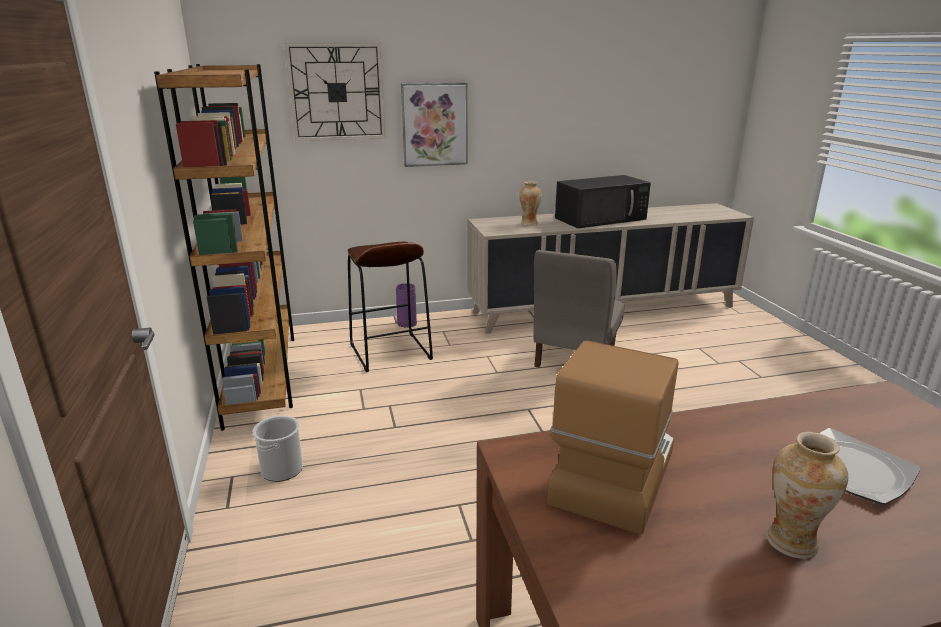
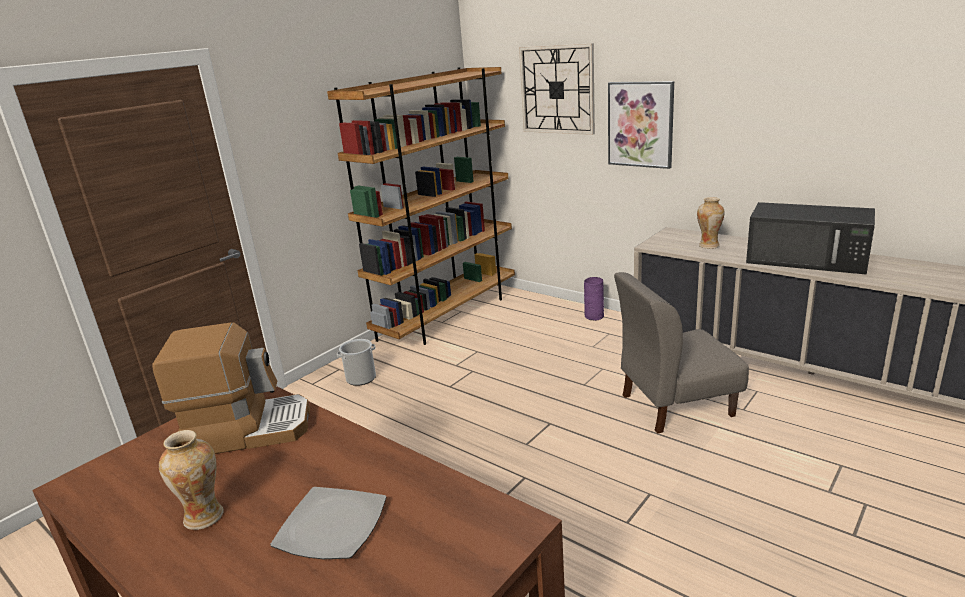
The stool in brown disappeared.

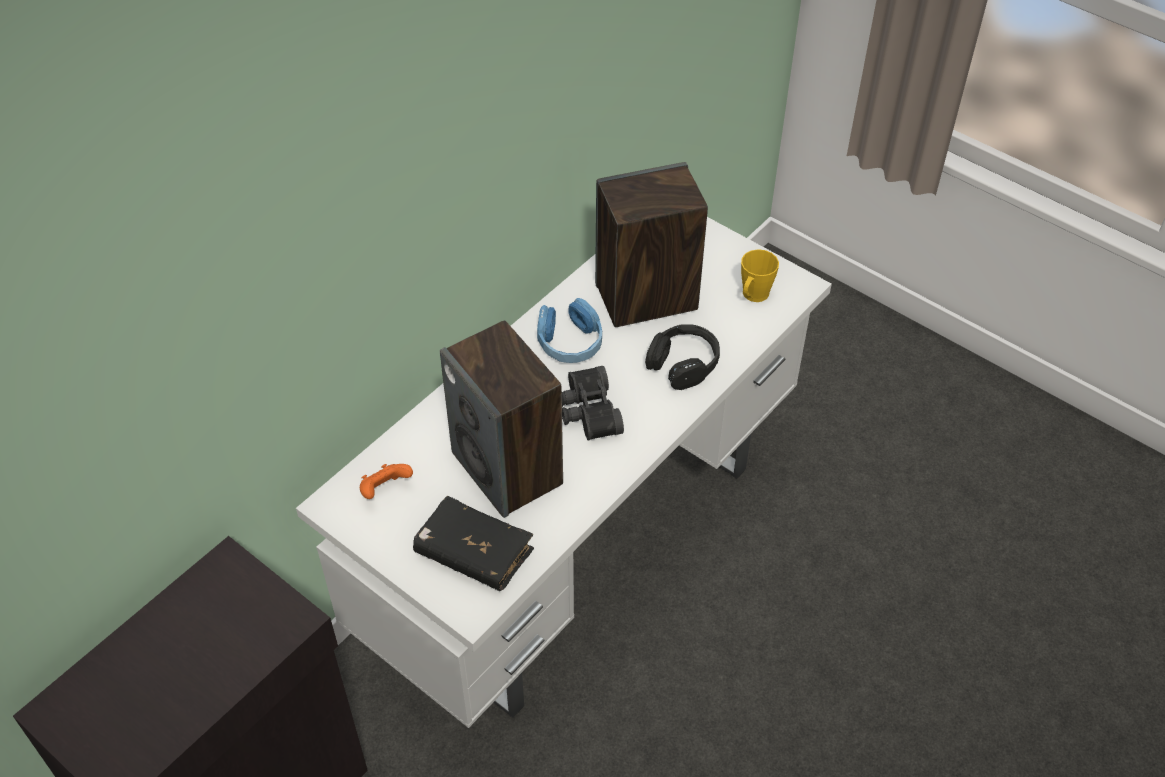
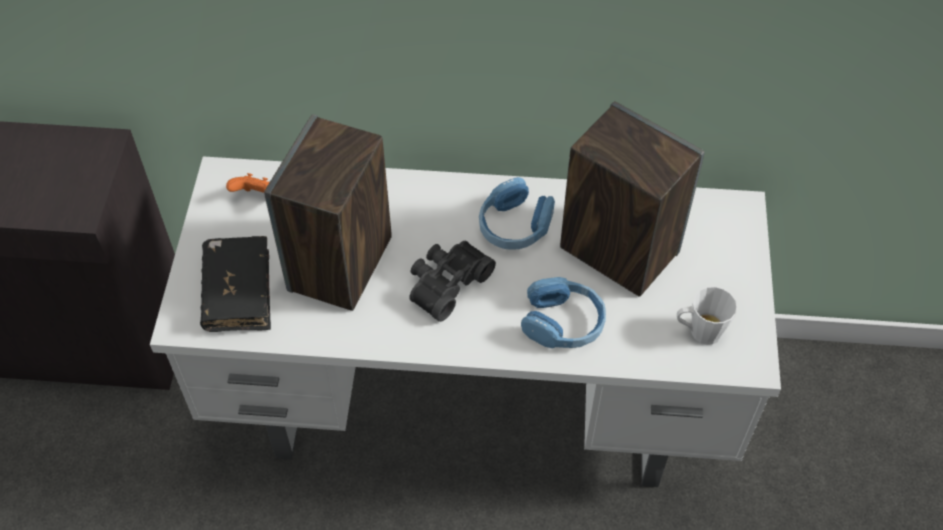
The headphones in black became the headphones in blue (2nd from left).
The mug in yellow became the mug in white.

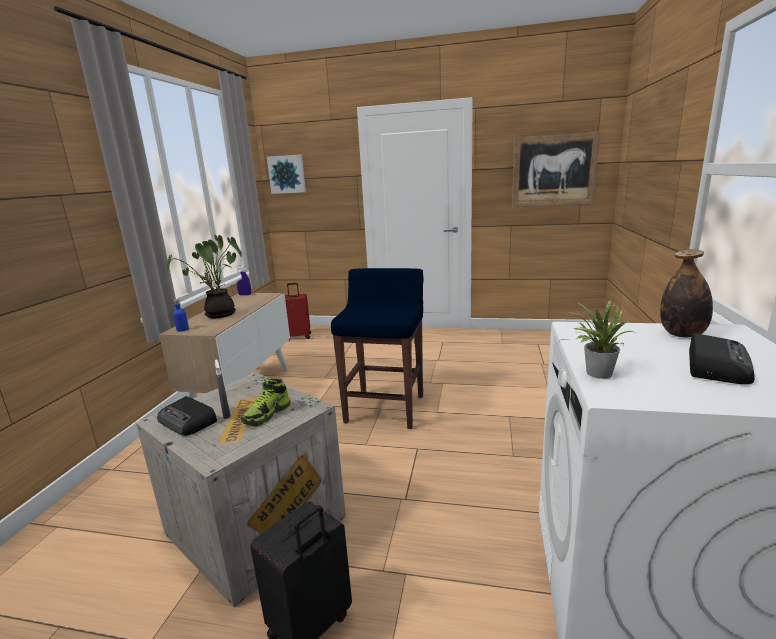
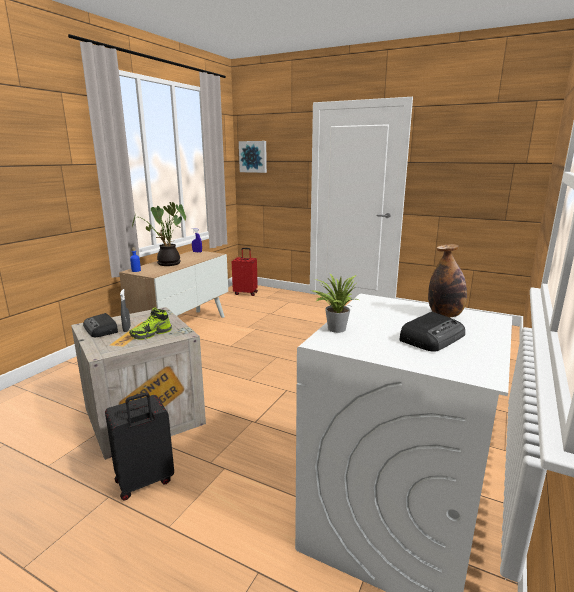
The stool in blue disappeared.
The picture (2nd from left) disappeared.

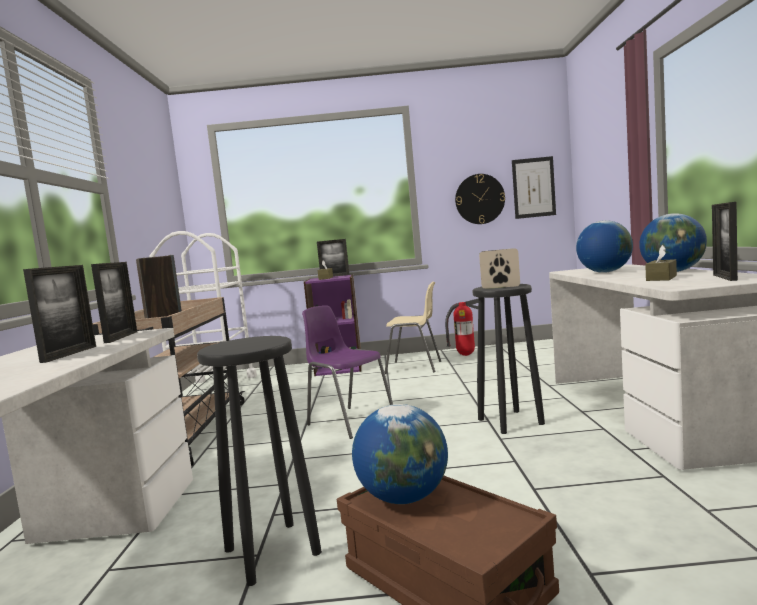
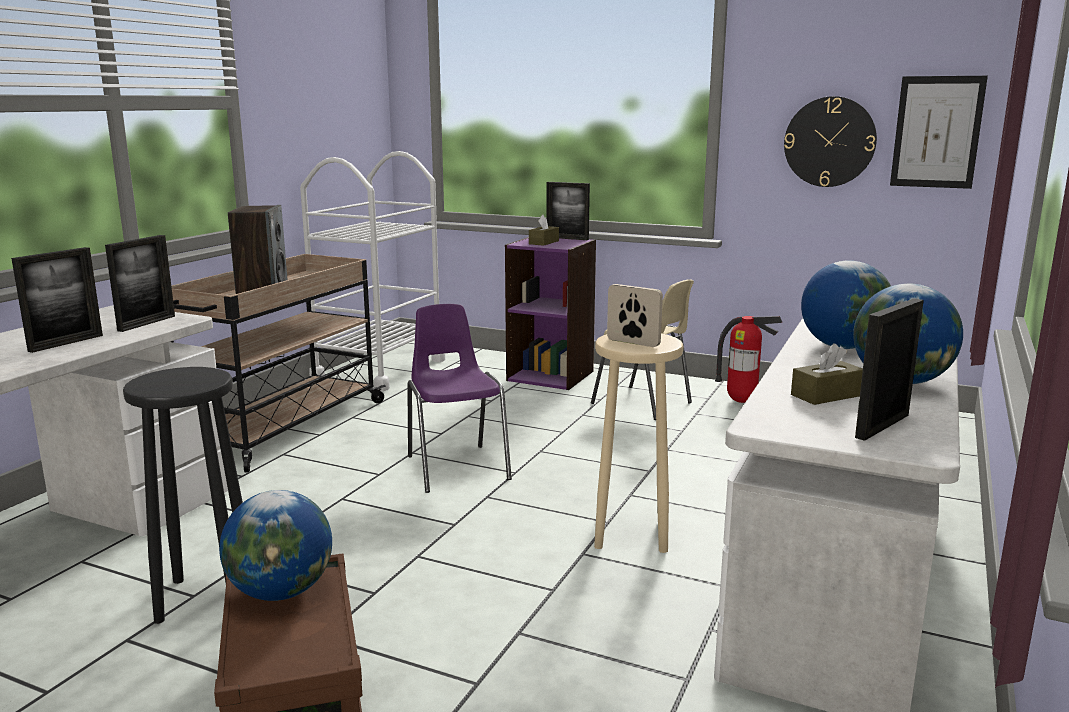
The stool in black (2nd from left) became the stool in beige.

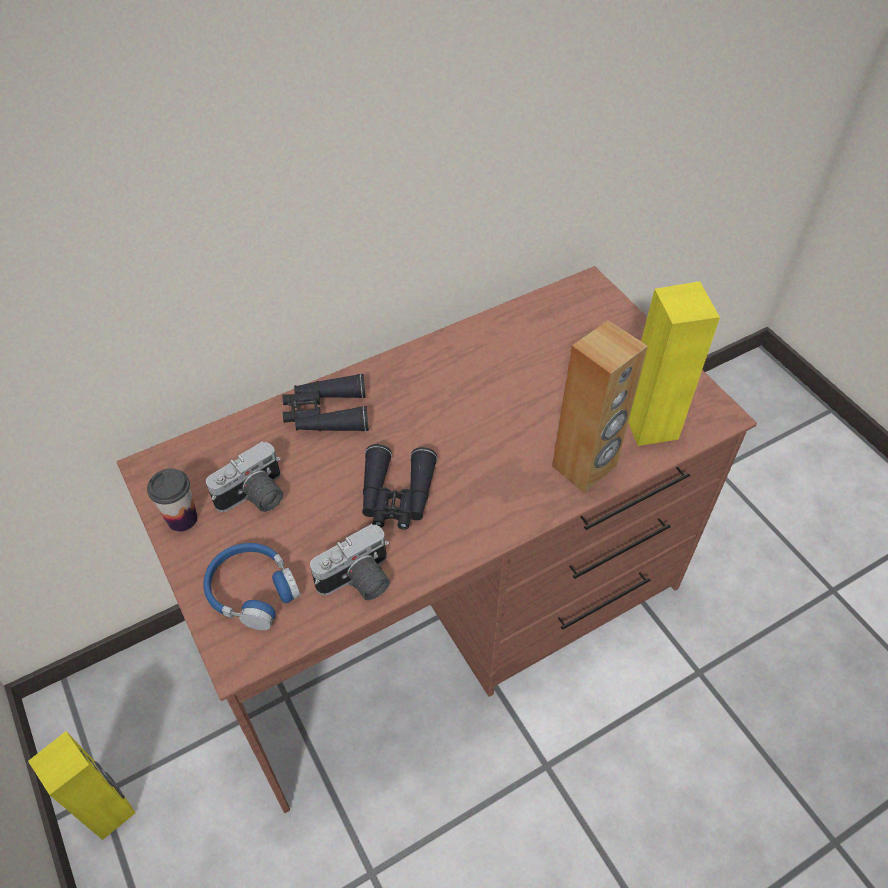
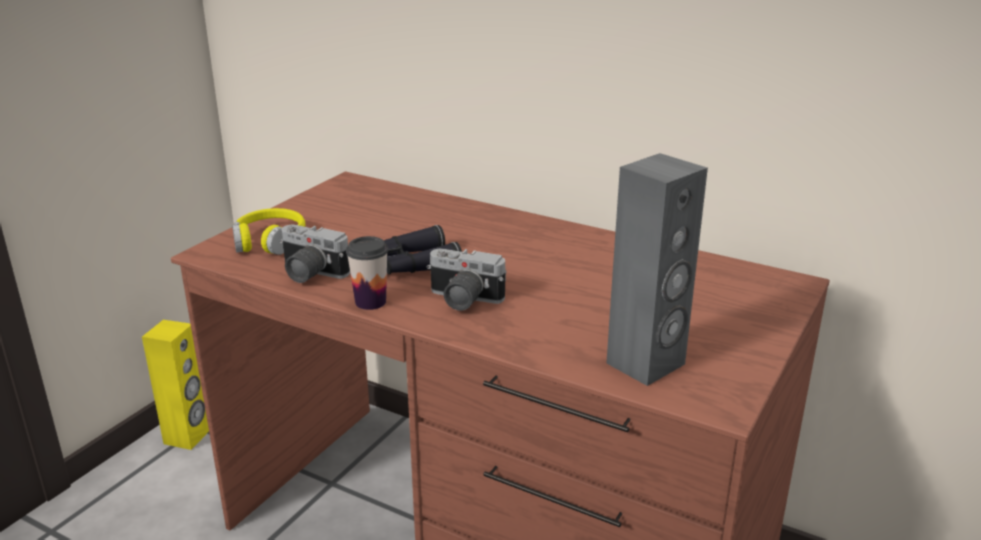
The headphones in blue became the headphones in yellow.
The cup moved.
The photo camera (1st from left in the first image) moved.
The speaker in yellow (2nd from left) became the speaker in grey.
The binoculars in black (1st from left) disappeared.
The speaker in brown disappeared.

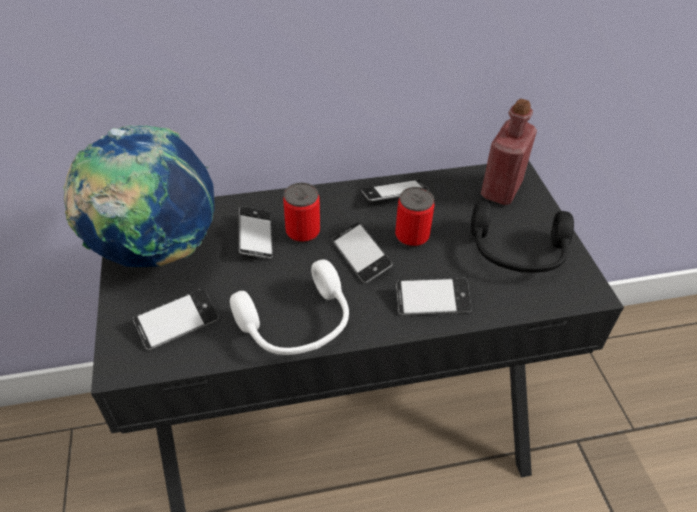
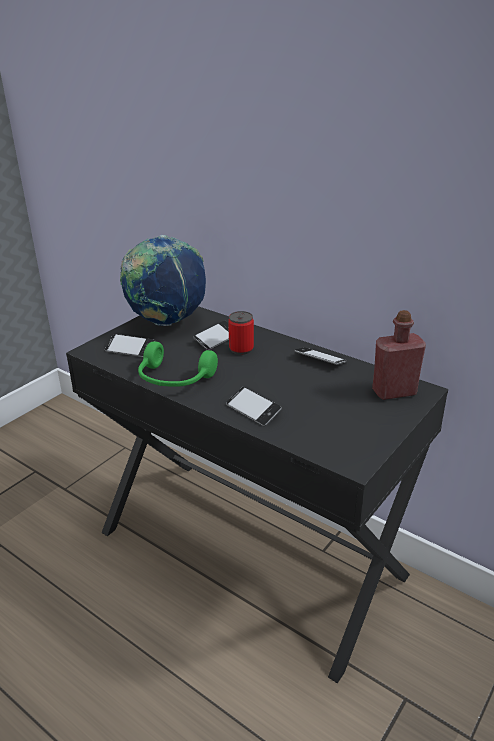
The headphones in white became the headphones in green.
The phone (3rd from left) disappeared.
The can (2nd from left) disappeared.
The headphones in black disappeared.

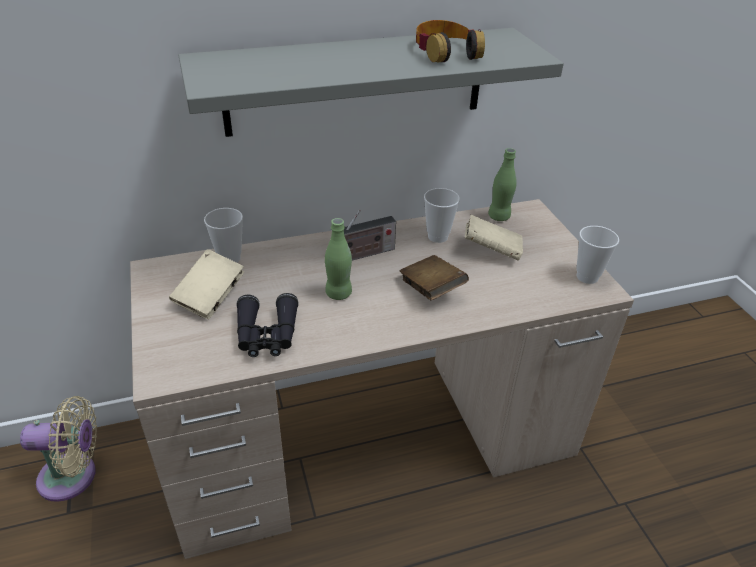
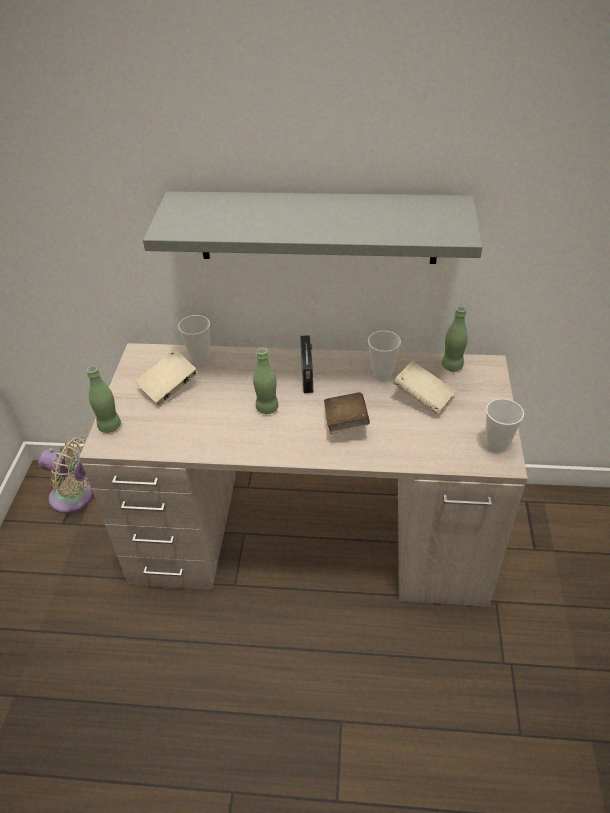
The bottle in green (1st from left) appeared.
The radio turned 90 degrees counterclockwise.
The binoculars in black disappeared.
The headphones disappeared.

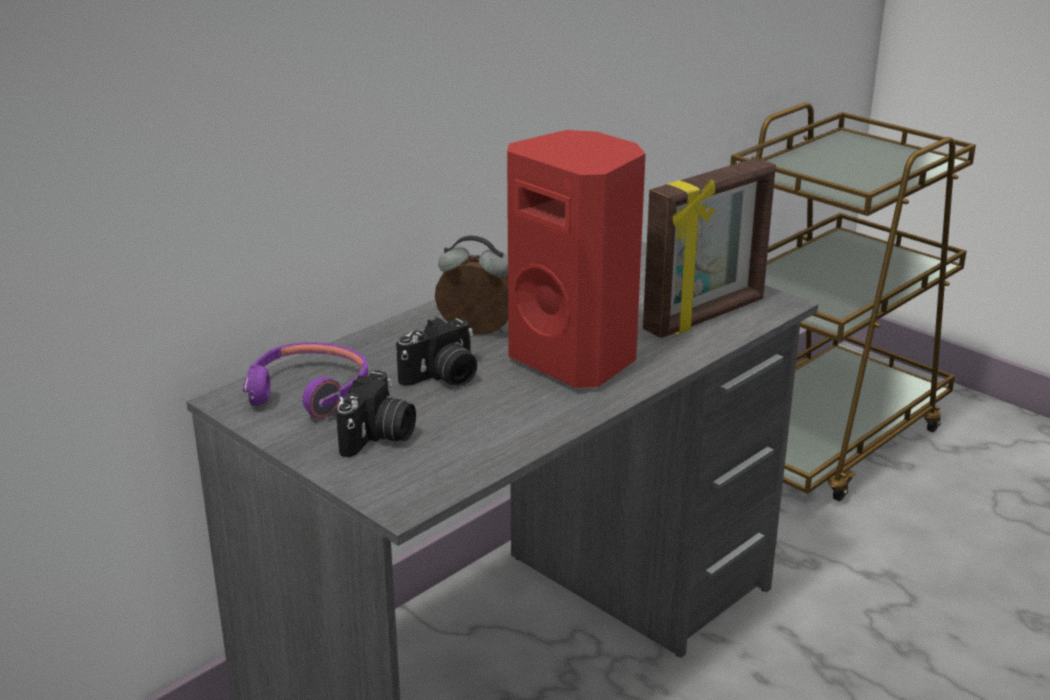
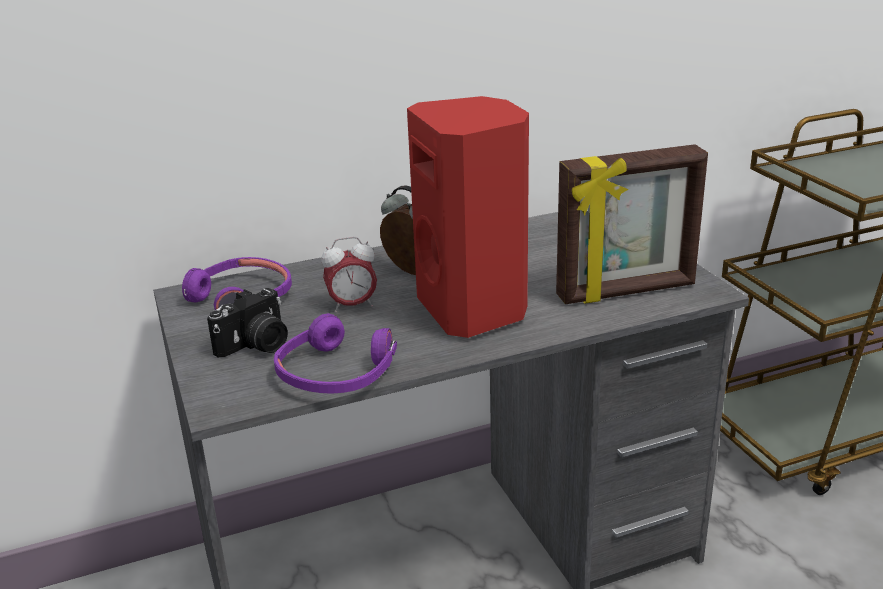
The headphones in purple (2nd from left) appeared.
The photo camera (2nd from left) was replaced by the alarm clock (1st from left).

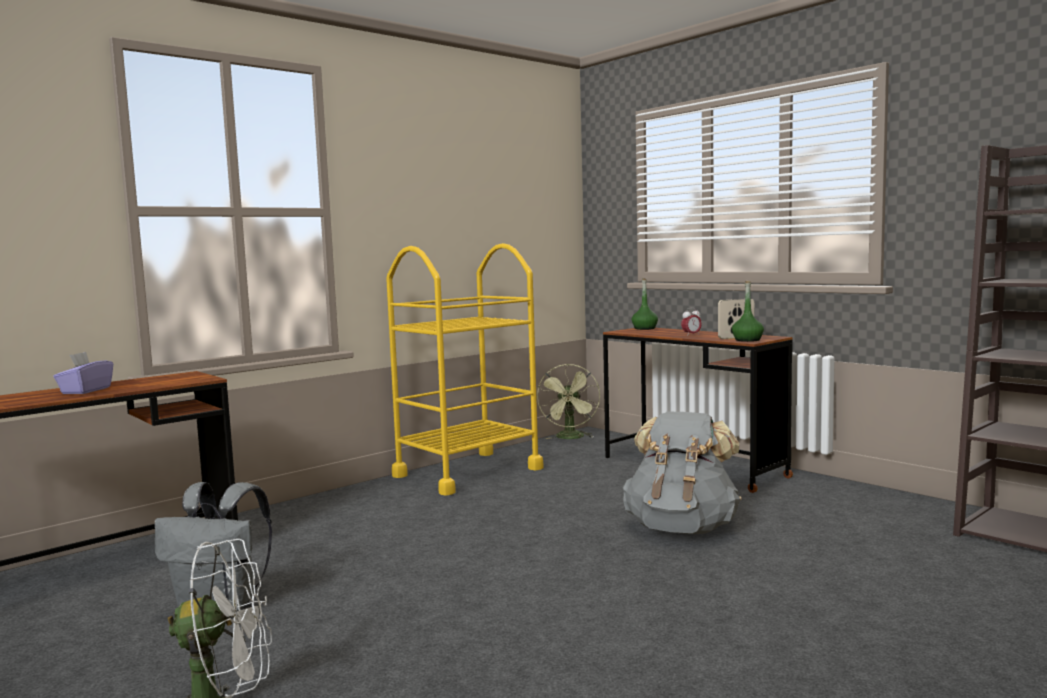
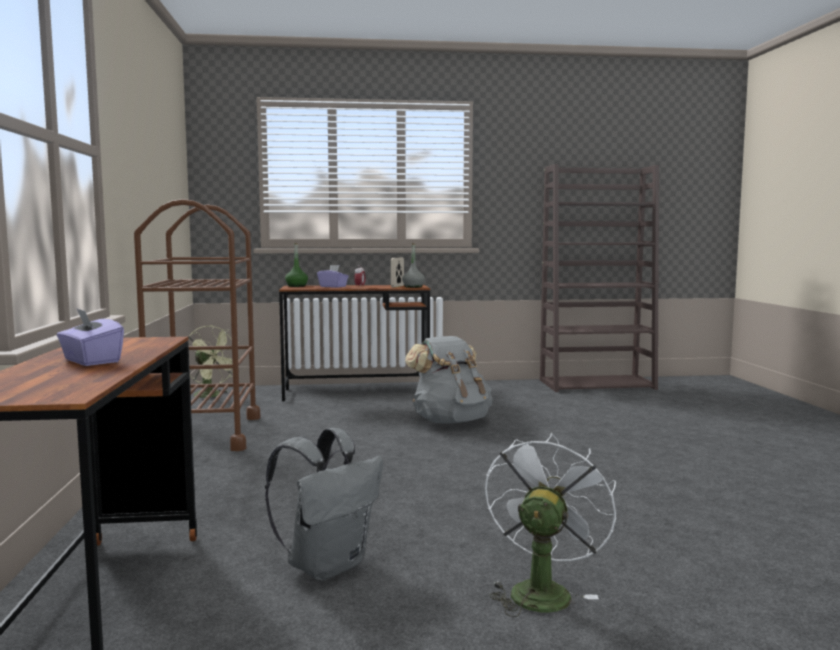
The cart in yellow became the cart in brown.
The tissue box in purple (2nd from left) appeared.
The bottle in green (2nd from left) became the bottle in grey.

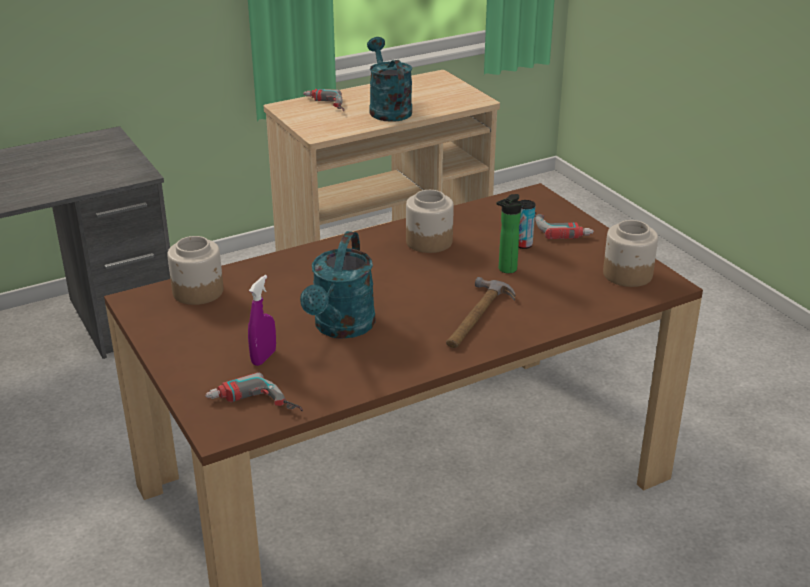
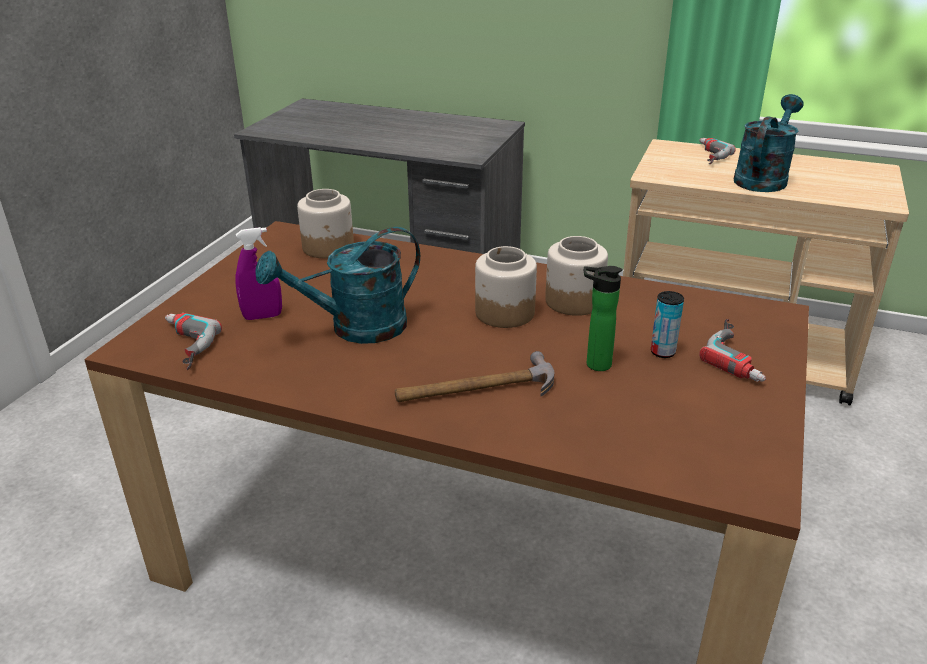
The jar (3rd from left in the first image) moved.

